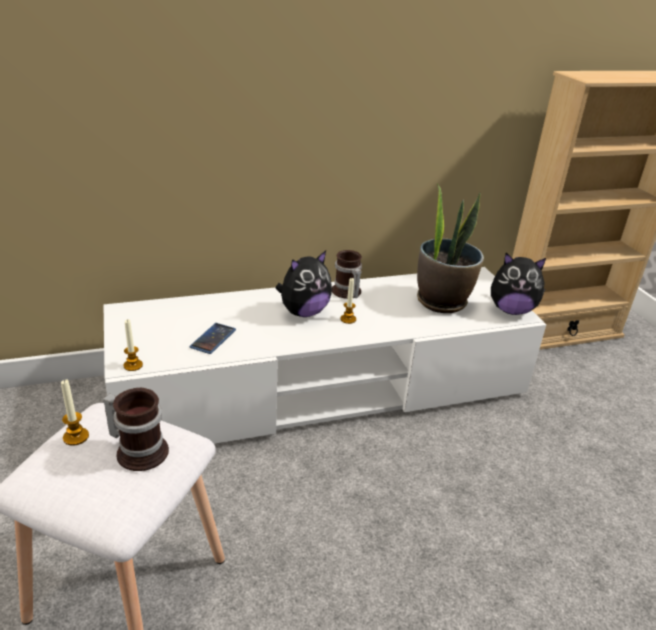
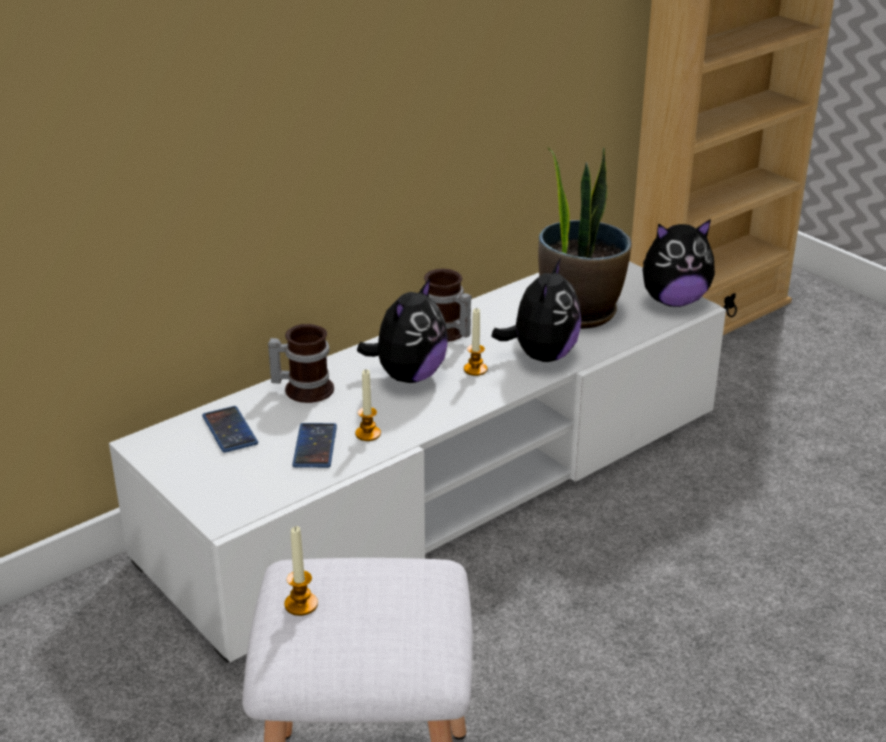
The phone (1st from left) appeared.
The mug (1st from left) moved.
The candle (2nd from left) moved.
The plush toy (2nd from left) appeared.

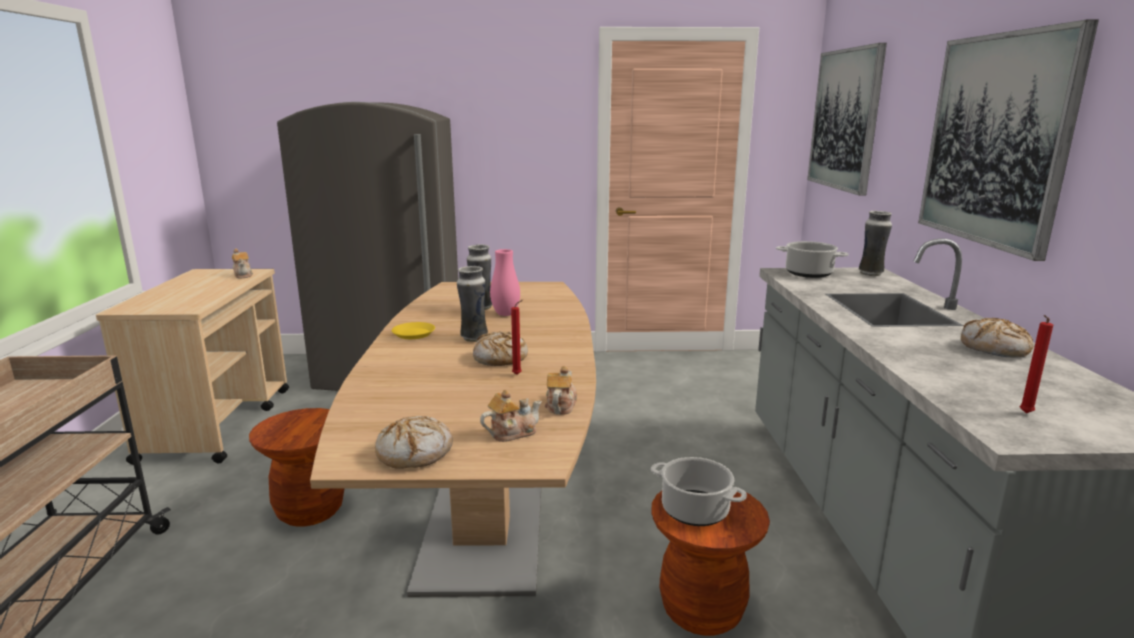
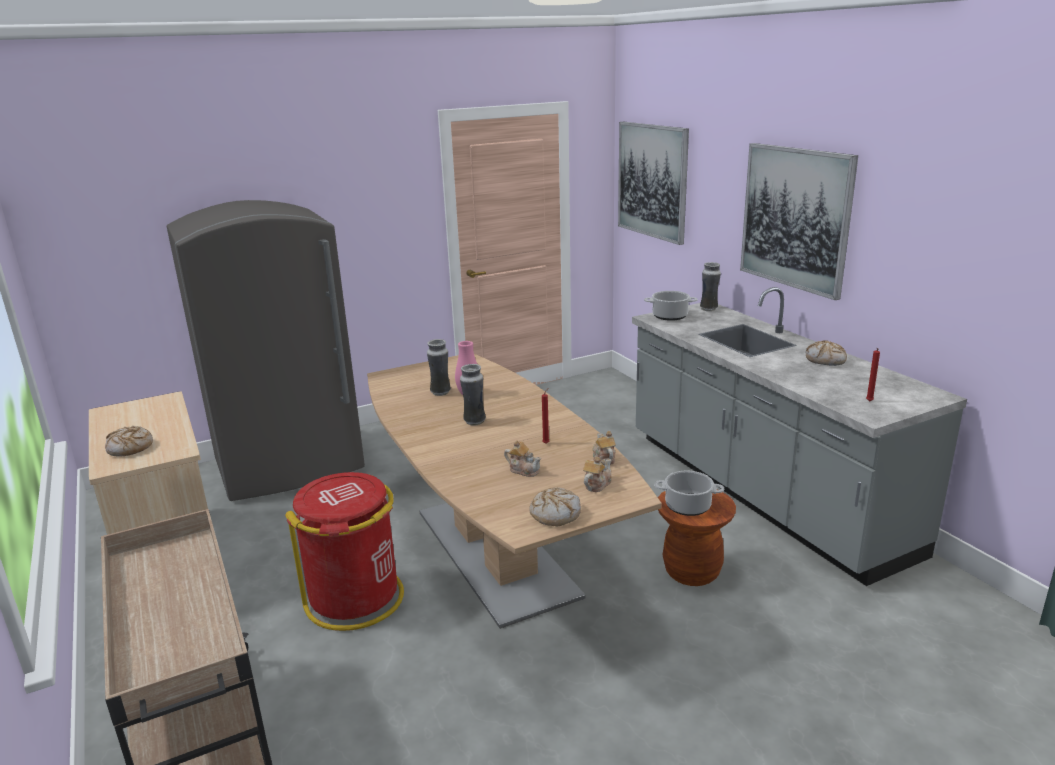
The bread (2nd from left in the first image) moved.
The stool in brown (1st from left) was replaced by the trash can in red.
The teapot (1st from left) moved.
The plate in yellow disappeared.

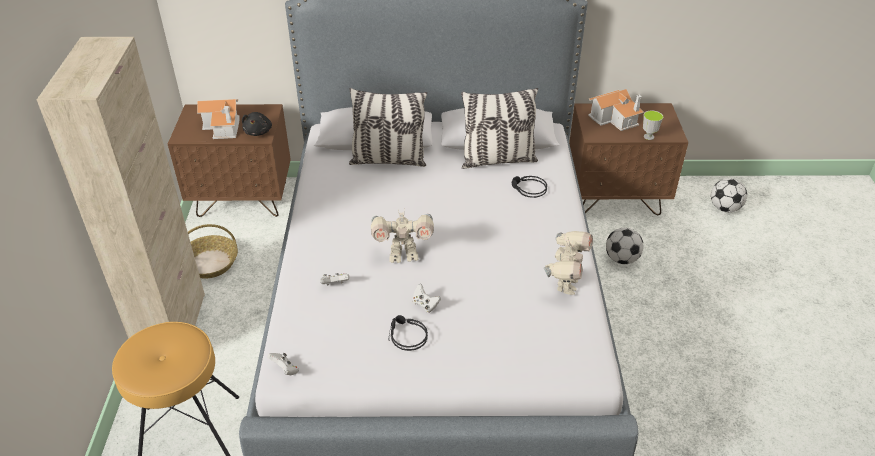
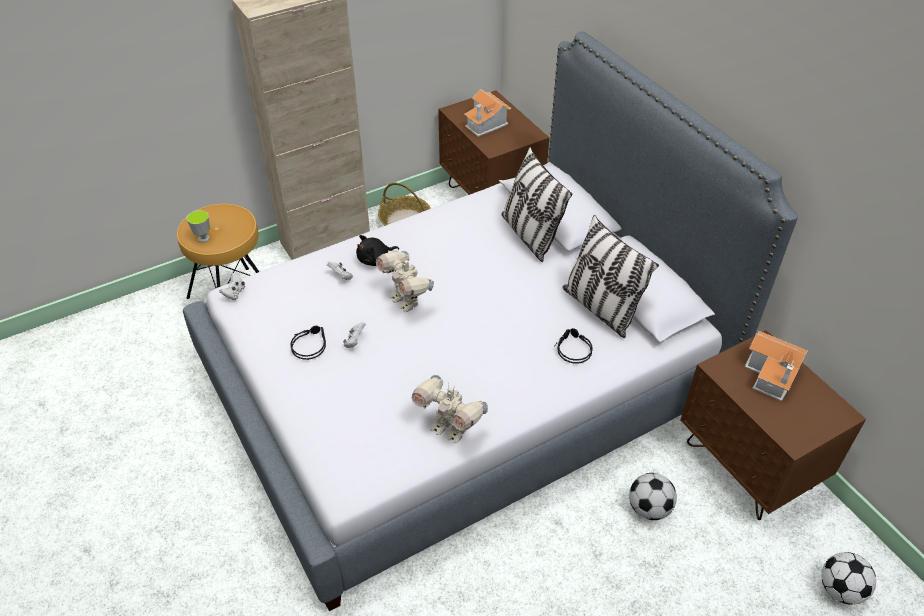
The cup moved.
The plush toy in black moved.
The toy robot (2nd from left) turned 45 degrees clockwise.

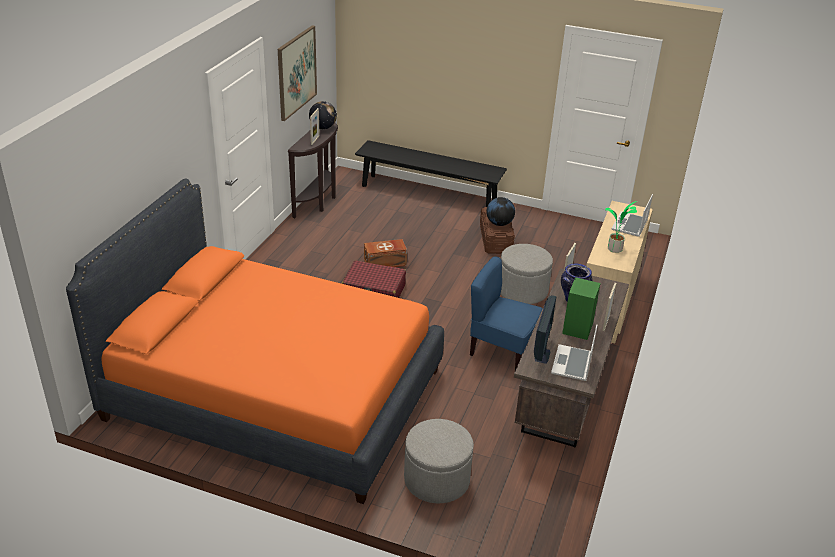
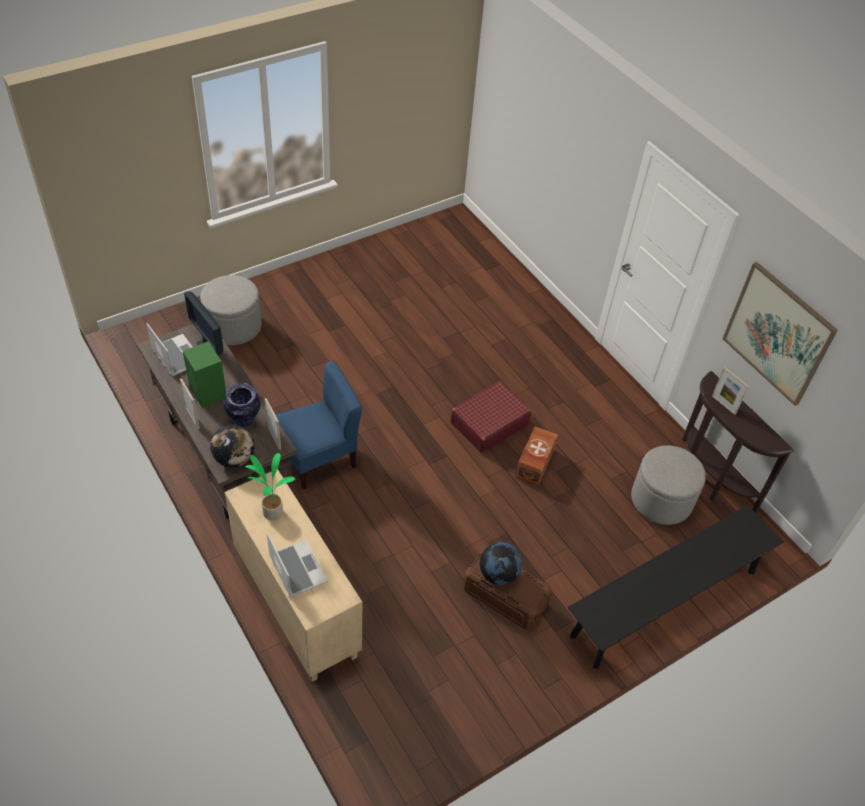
The globe (1st from left) moved.
The ottoman in grey (2nd from left) moved.
The bed in orange disappeared.

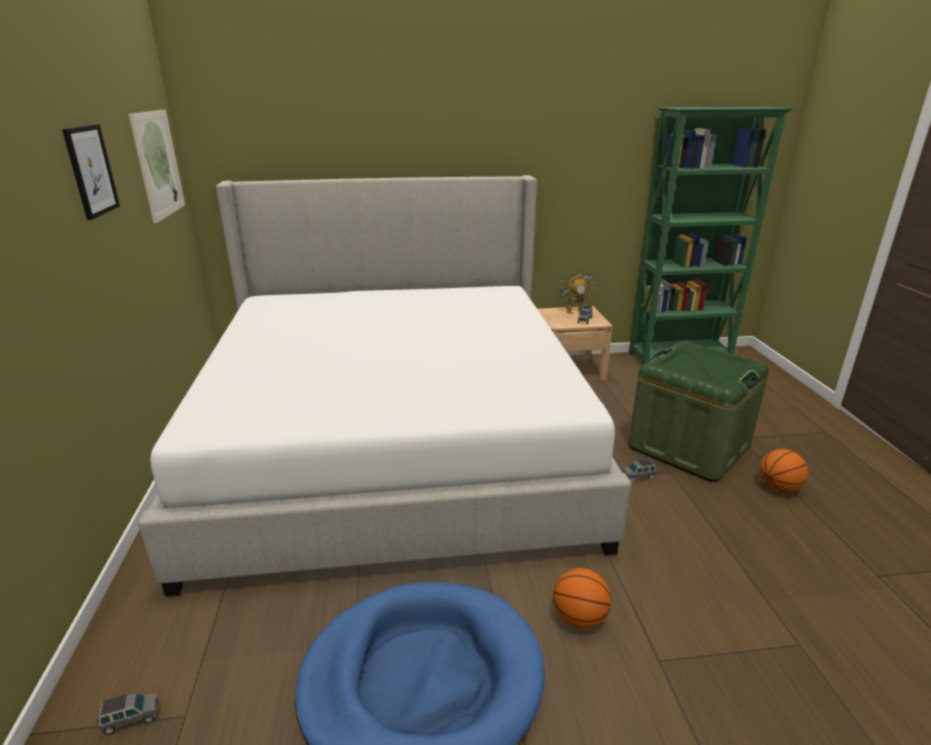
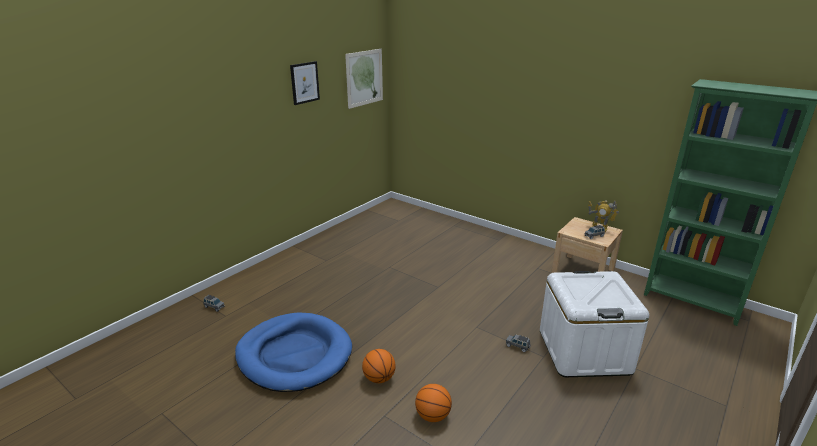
The basketball (2nd from left) moved.
The storage box in green became the storage box in white.
The bed disappeared.

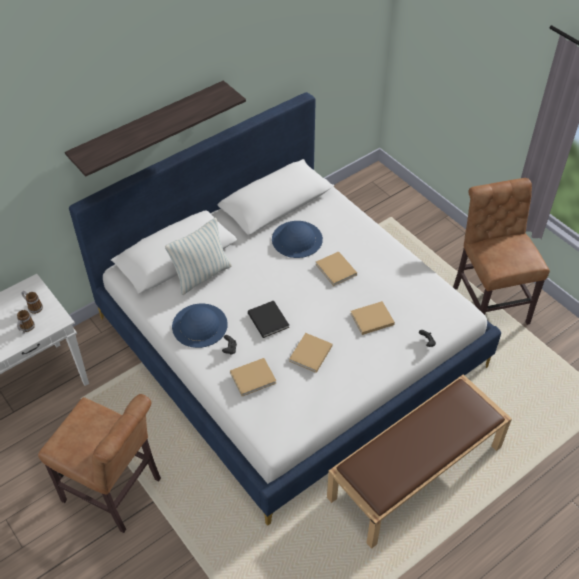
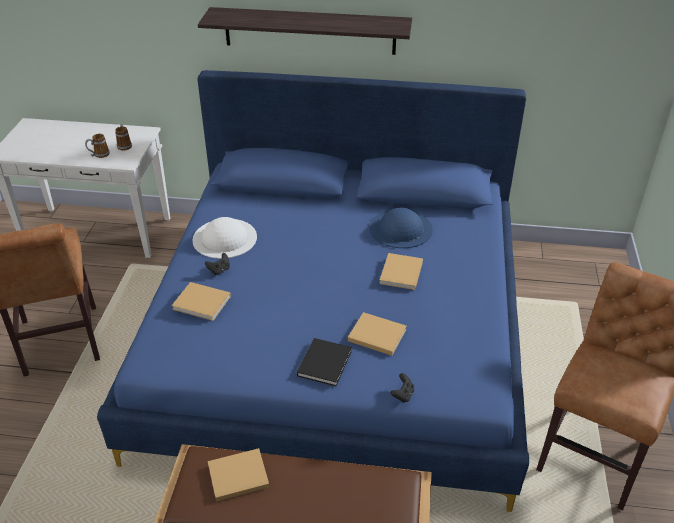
The bed in white became the bed in blue.
The hat in blue (1st from left) became the hat in white.
The book in beige (2nd from left) moved.
The book in black moved.
The pillow disappeared.

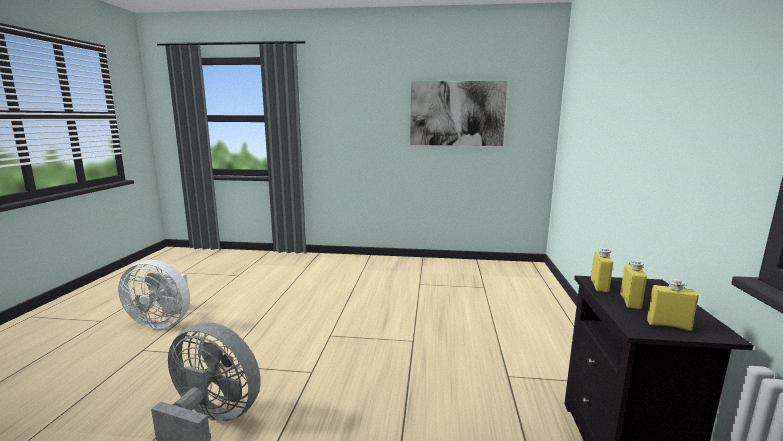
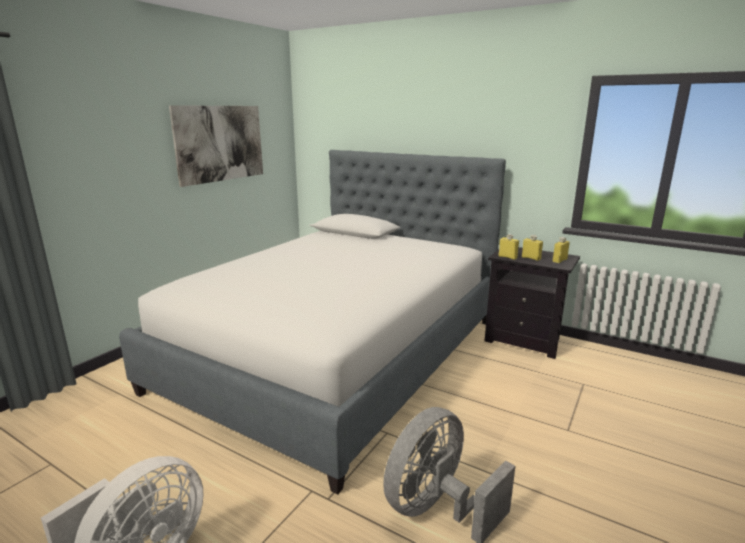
The bed appeared.

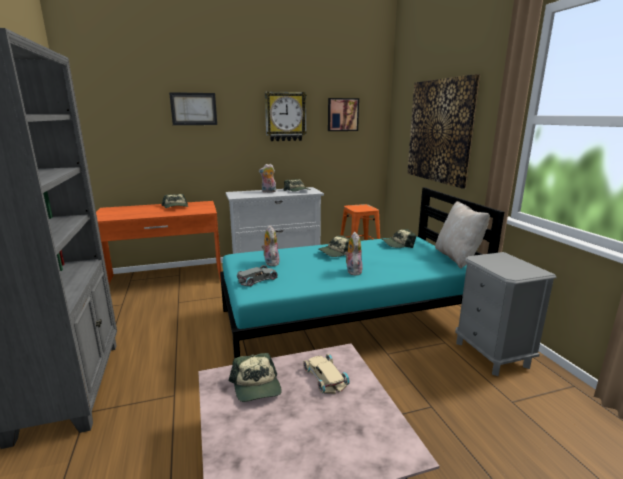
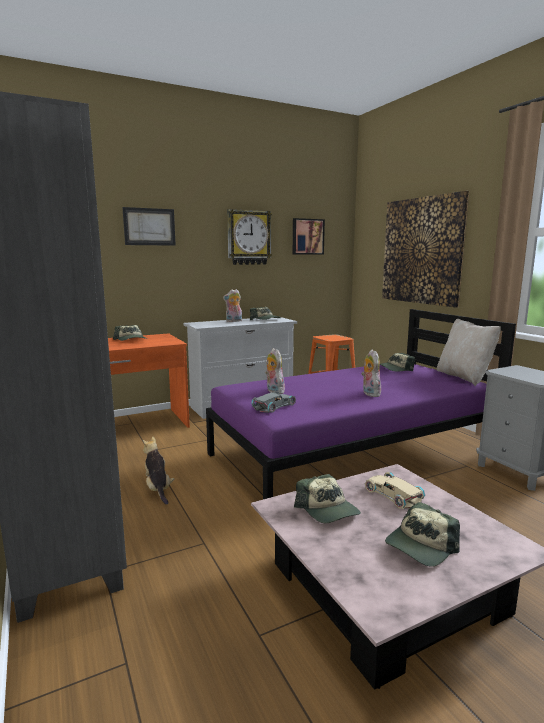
The plush toy (1st from left) appeared.
The bed in turquoise became the bed in purple.
The cap (4th from left in the first image) moved.

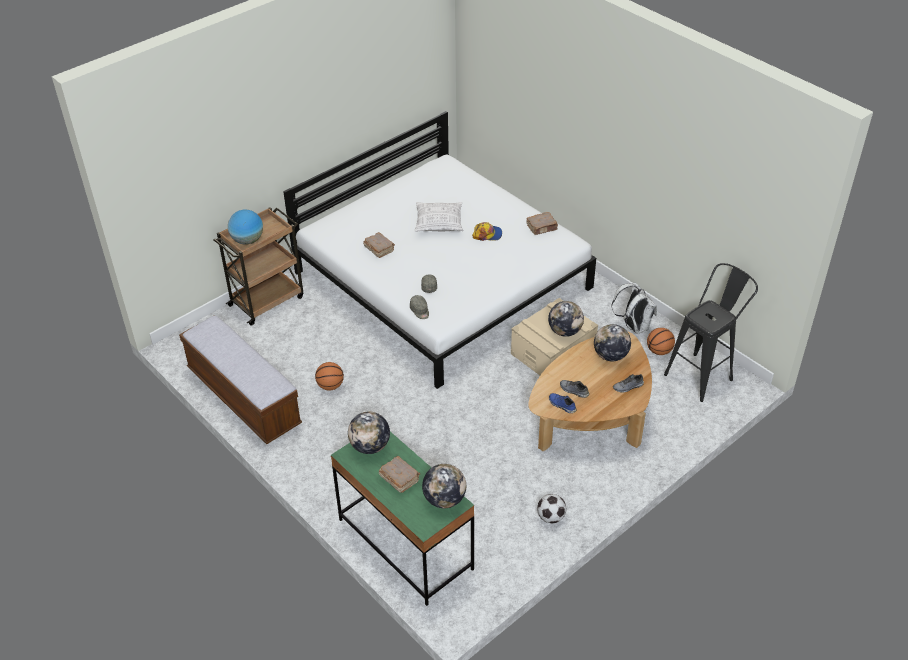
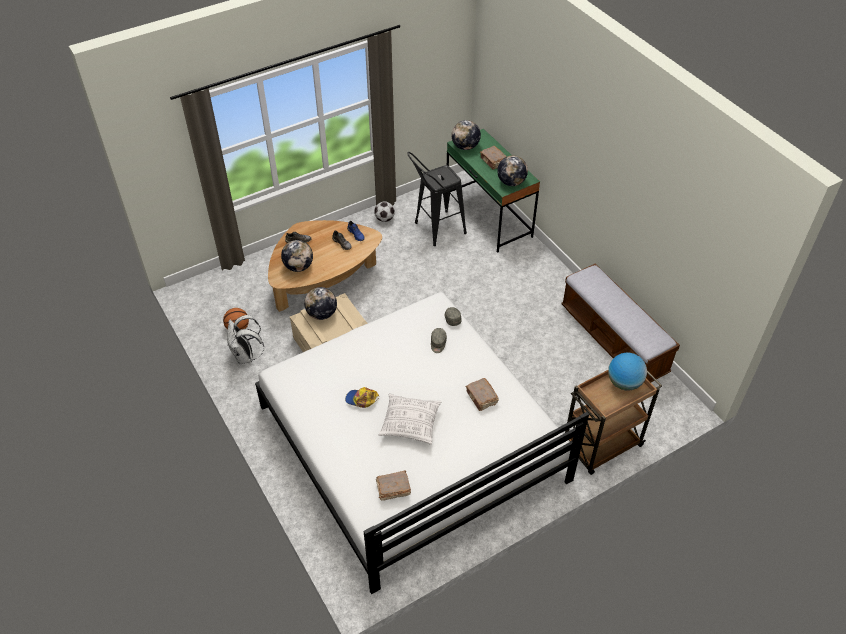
The book in brown (3rd from left in the first image) moved.
The stool in black moved.
The basketball (1st from left) disappeared.

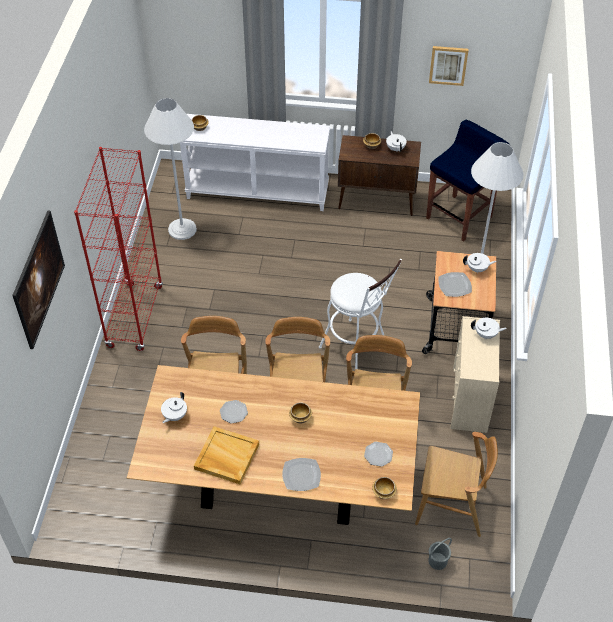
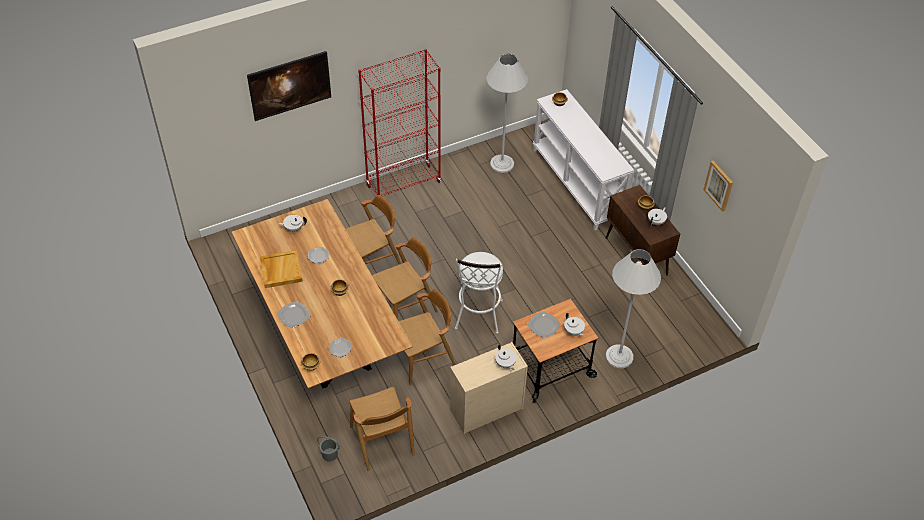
The stool in blue disappeared.

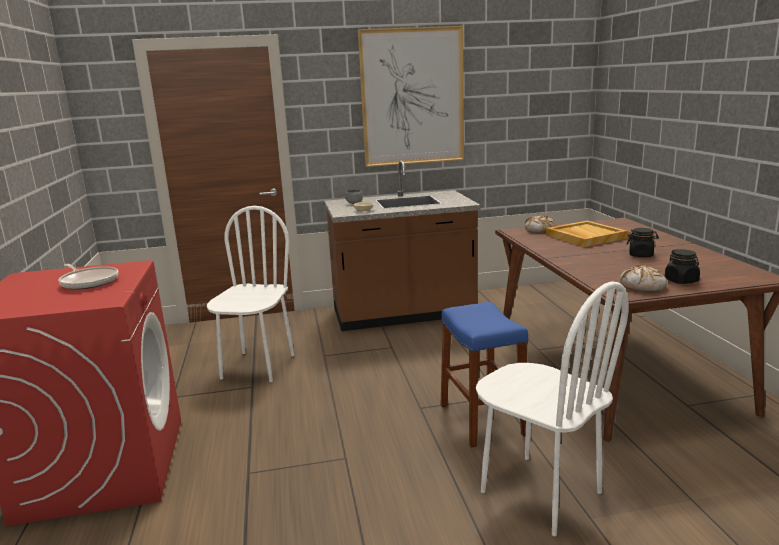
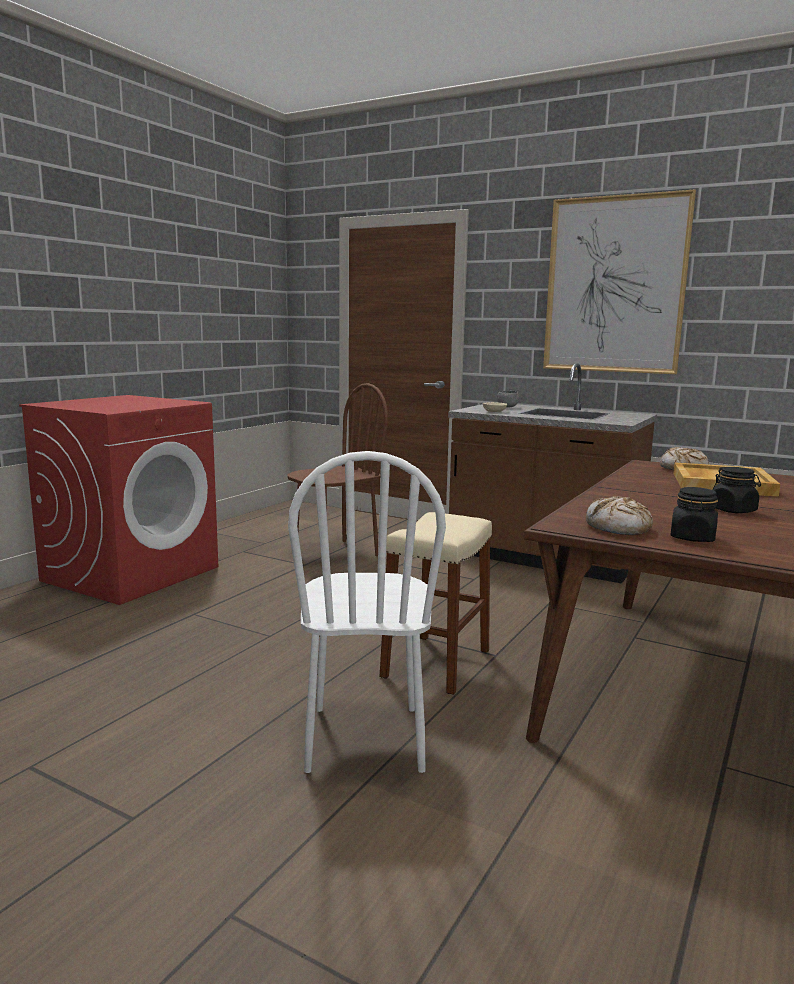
The chair in white (1st from left) became the chair in brown.
The stool in blue became the stool in beige.
The frying pan disappeared.

